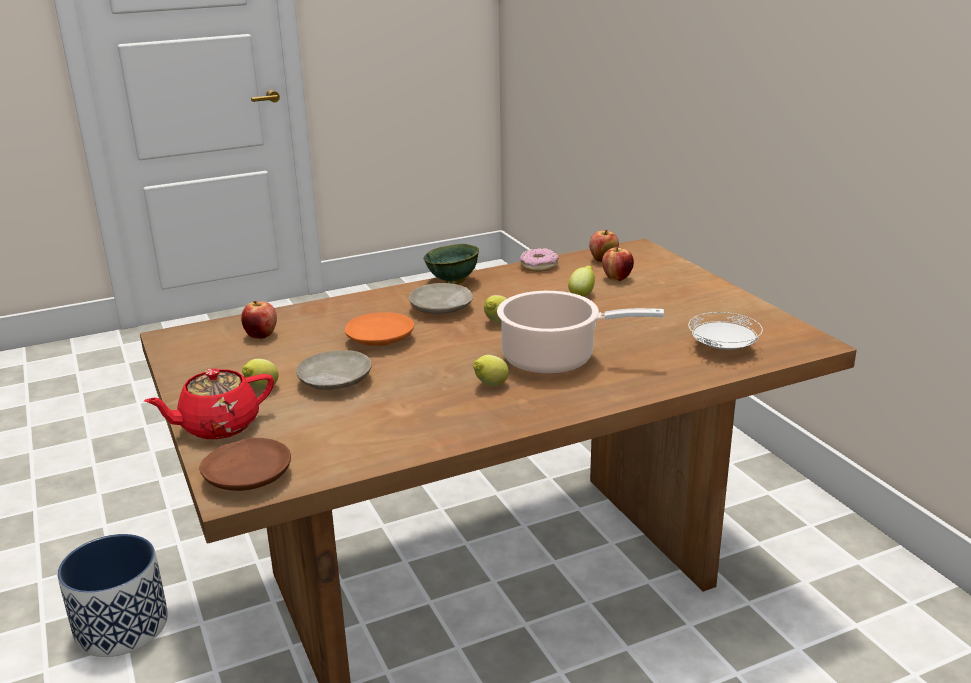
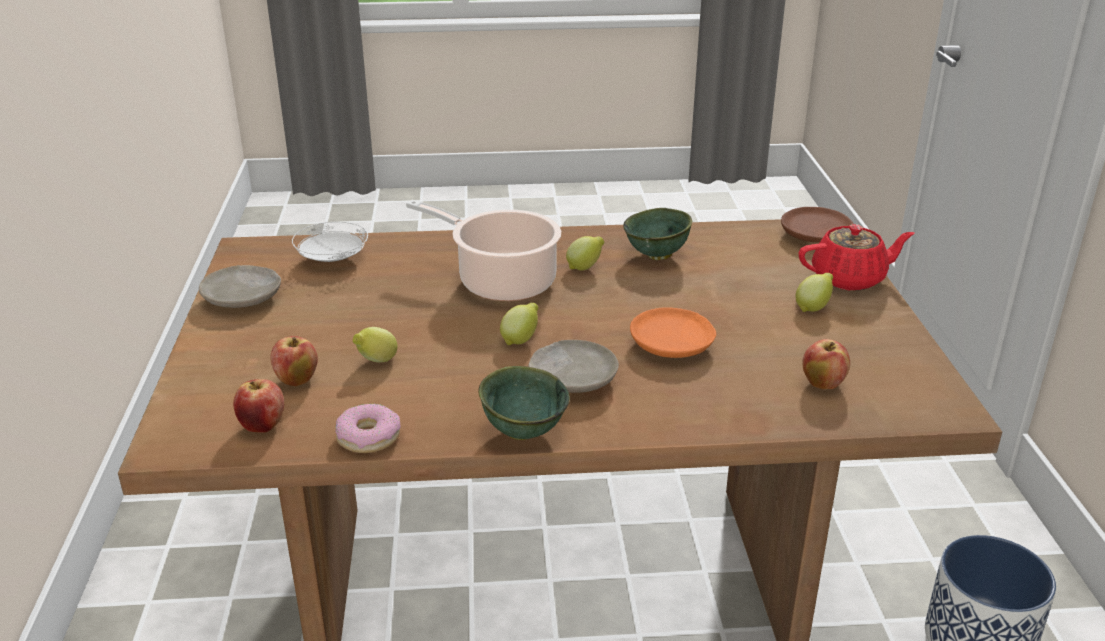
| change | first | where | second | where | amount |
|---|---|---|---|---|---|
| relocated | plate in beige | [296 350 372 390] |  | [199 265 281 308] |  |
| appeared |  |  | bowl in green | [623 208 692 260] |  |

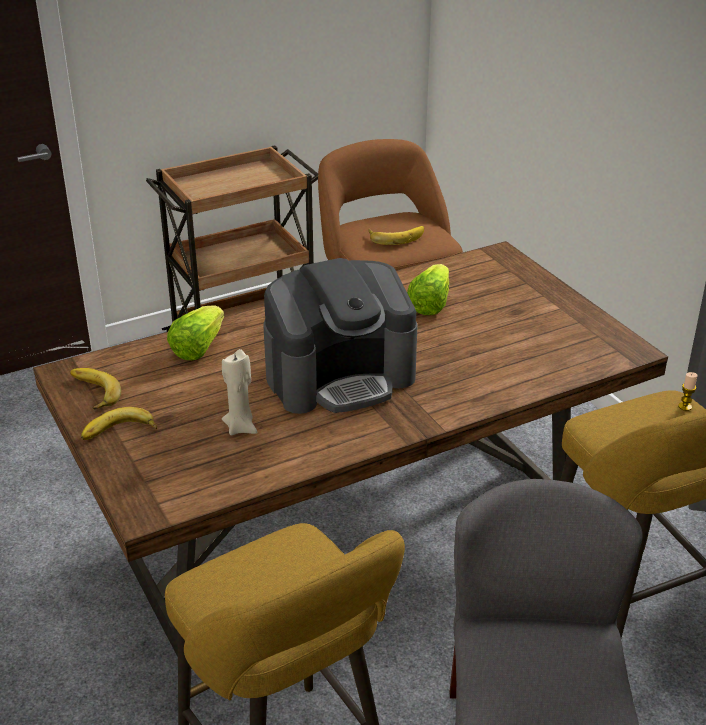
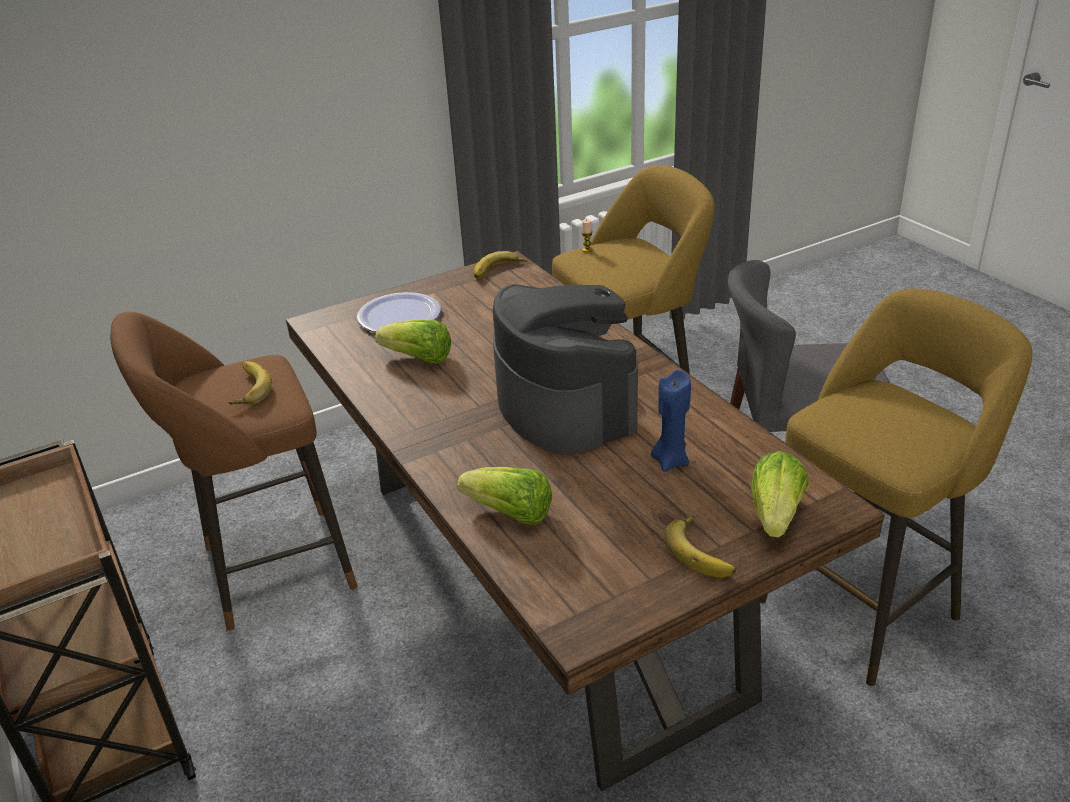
| change | first | where | second | where | amount |
|---|---|---|---|---|---|
| relocated | banana | [70 368 121 410] |  | [473 251 527 278] |  |
| colour | candle in beige | [222 349 257 435] | candle in blue | [651 370 691 472] |  |
| appeared |  |  | plate | [357 292 441 332] |  |
| appeared |  |  | lettuce | [751 451 809 538] |  |

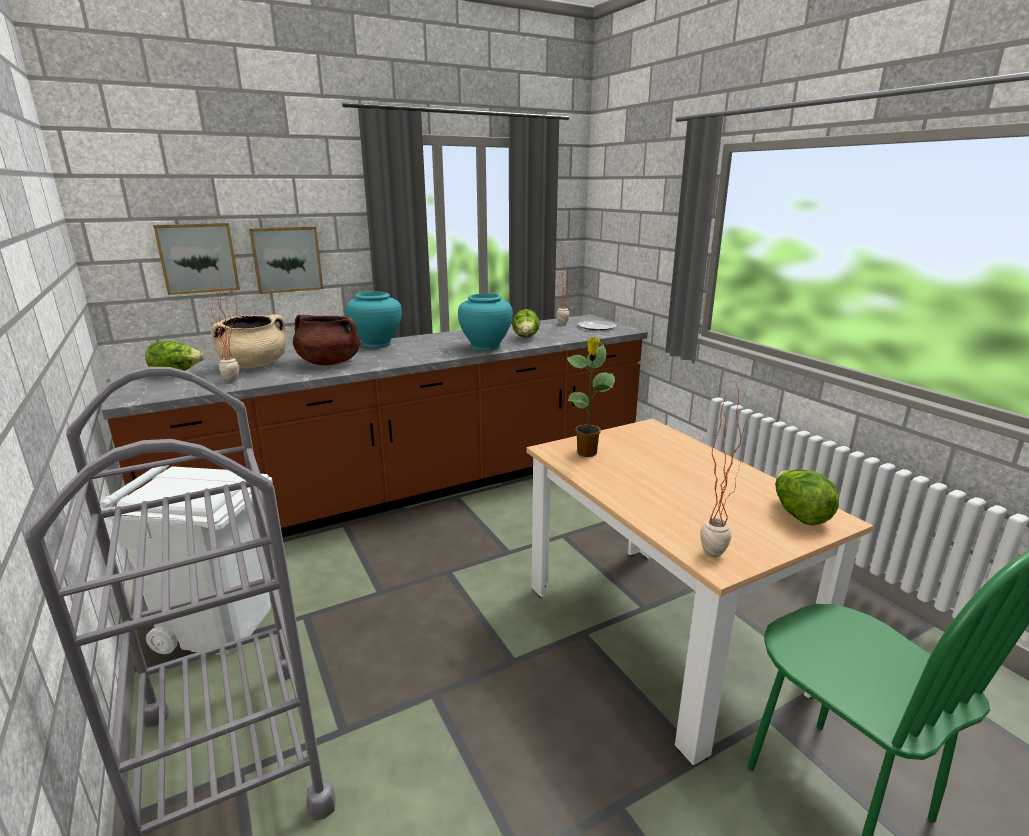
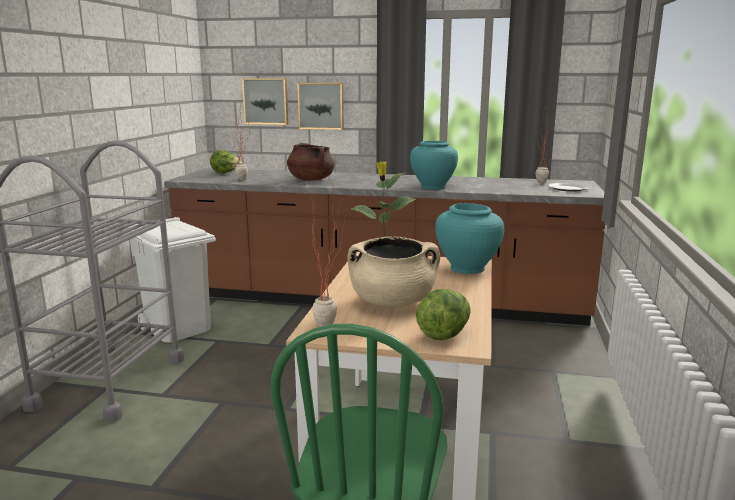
| change | first | where | second | where | amount |
|---|---|---|---|---|---|
| relocated | cooking pot in beige | [211 314 286 368] |  | [347 236 440 307] |  |
| relocated | vase in turquoise | [346 292 402 348] |  | [435 203 504 274] |  |
| missing | lettuce | [512 309 540 338] |  |  |  |

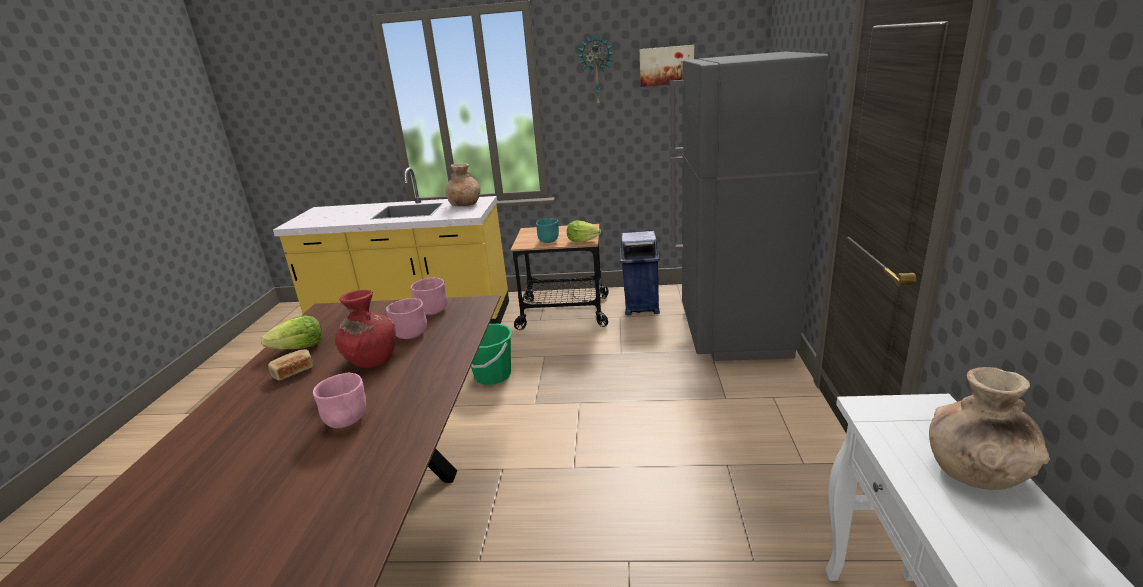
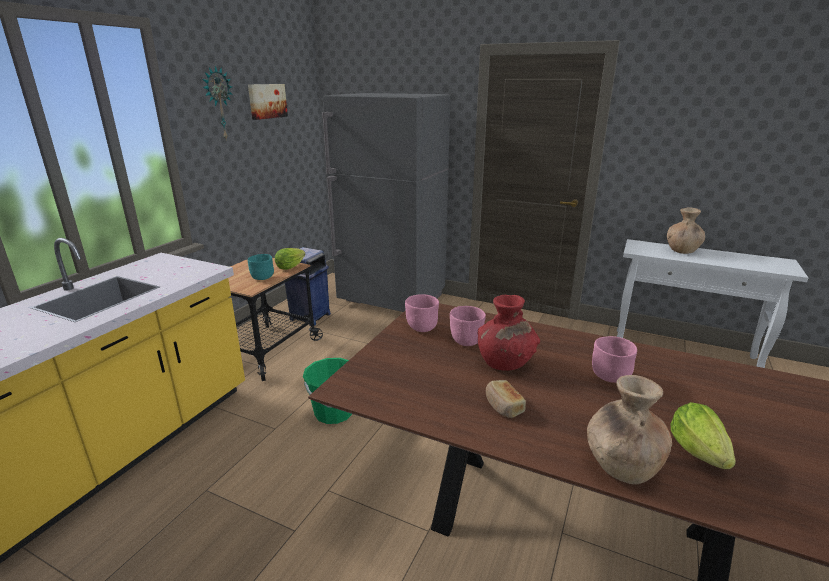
| change | first | where | second | where | amount |
|---|---|---|---|---|---|
| relocated | lettuce | [261 315 322 349] |  | [670 402 736 469] |  |
| relocated | vase in brown | [445 163 480 206] |  | [587 375 672 485] |  |

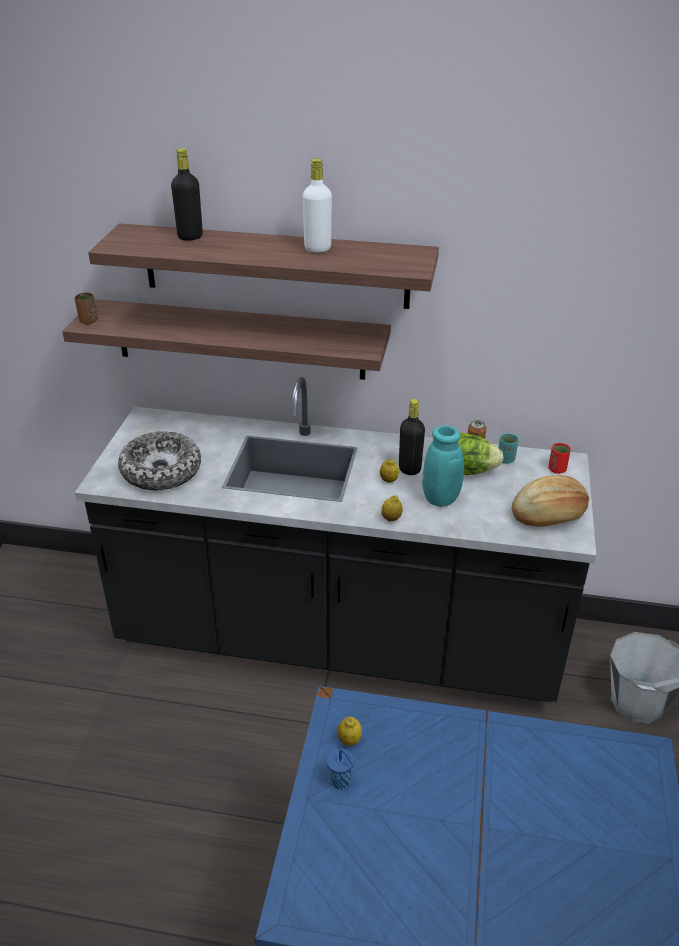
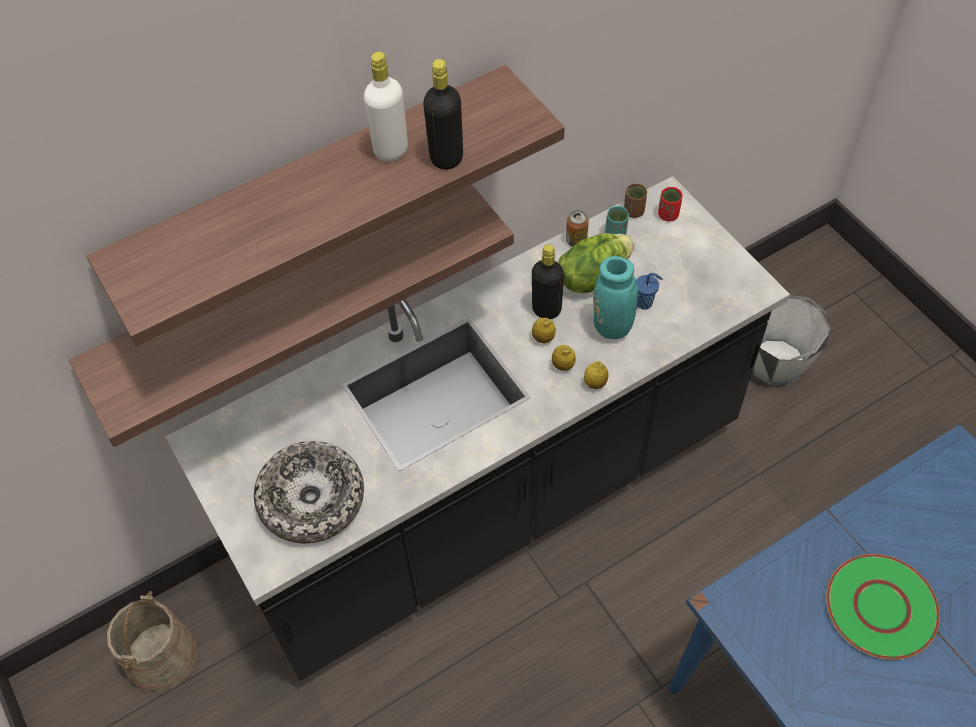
| change | first | where | second | where | amount |
|---|---|---|---|---|---|
| relocated | cup in brown | [74 292 98 324] |  | [624 183 647 218] |  |
| relocated | bottle in black | [171 148 203 241] |  | [423 59 463 170] |  |
| relocated | cup in blue | [327 748 354 789] |  | [636 273 663 310] |  |
| relocated | lemon | [337 716 362 746] |  | [552 345 576 371] |  |
| missing | bread | [511 475 589 527] |  |  |  |
| appeared |  |  | bucket in beige | [107 591 198 693] |  |
| appeared |  |  | plate in green | [826 554 940 660] |  |

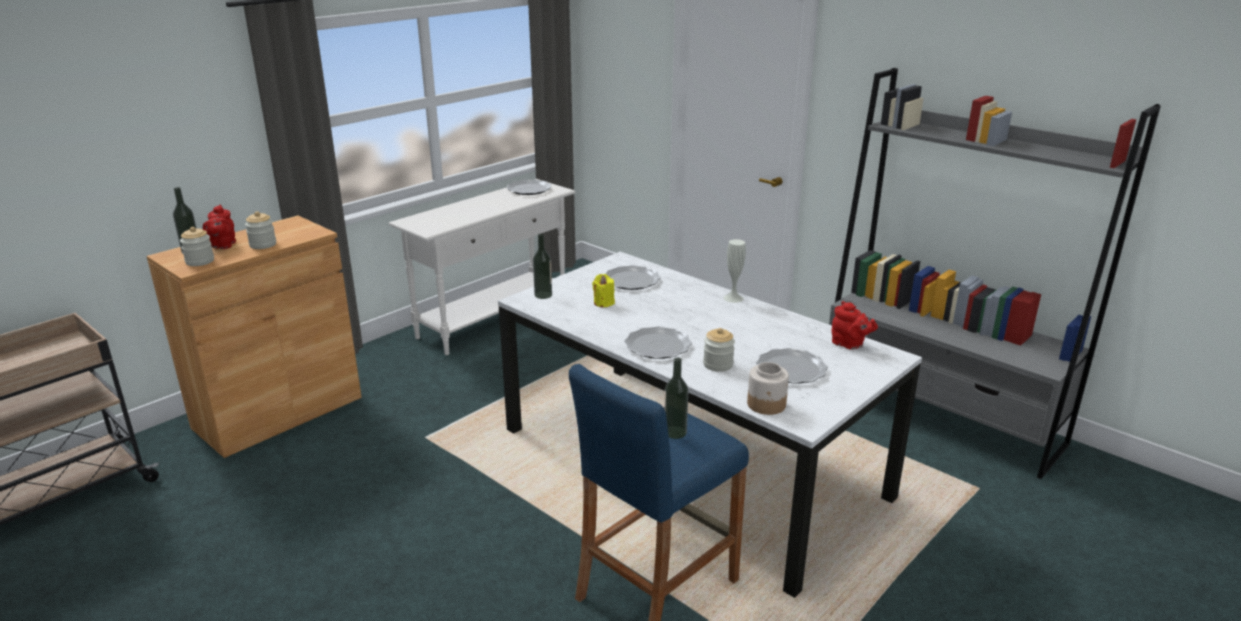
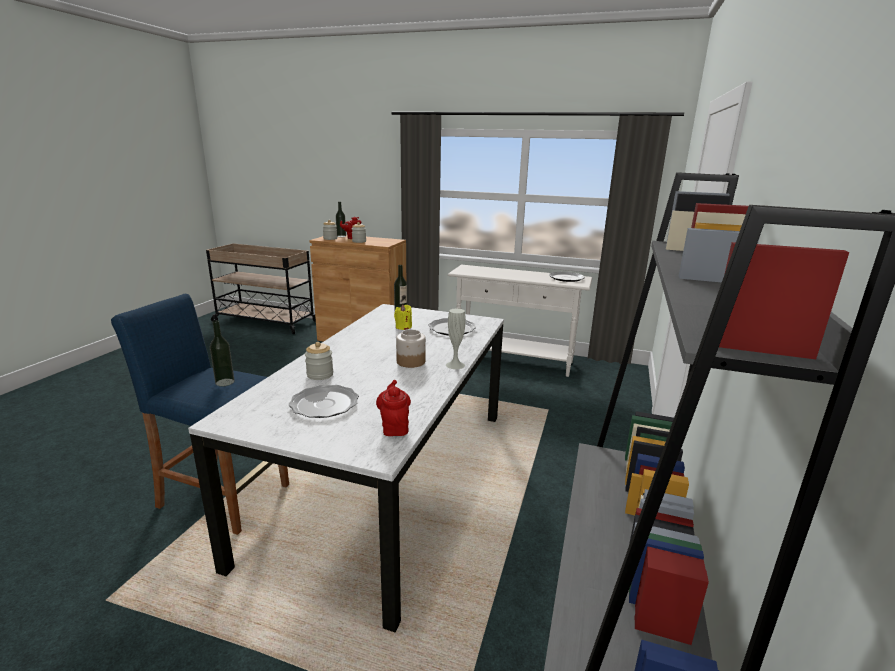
| change | first | where | second | where | amount |
|---|---|---|---|---|---|
| missing | plate | [624 327 692 359] |  |  |  |
| relocated | jar | [747 362 789 415] |  | [396 329 426 368] |  |
| spun | teapot in red | [832 301 878 350] |  | [376 380 411 436] | 150 degrees clockwise |

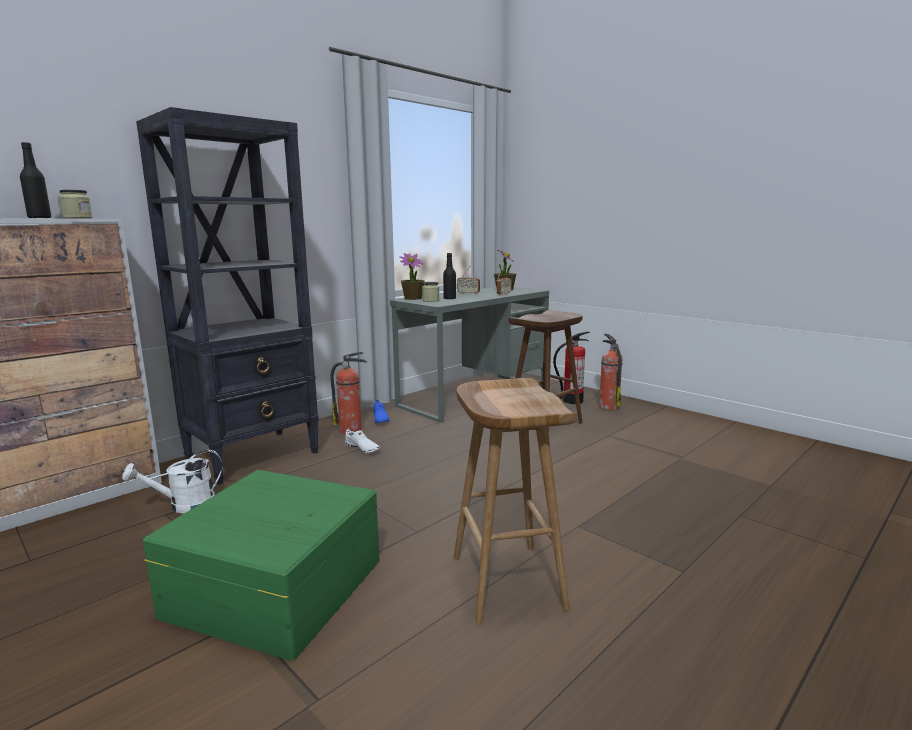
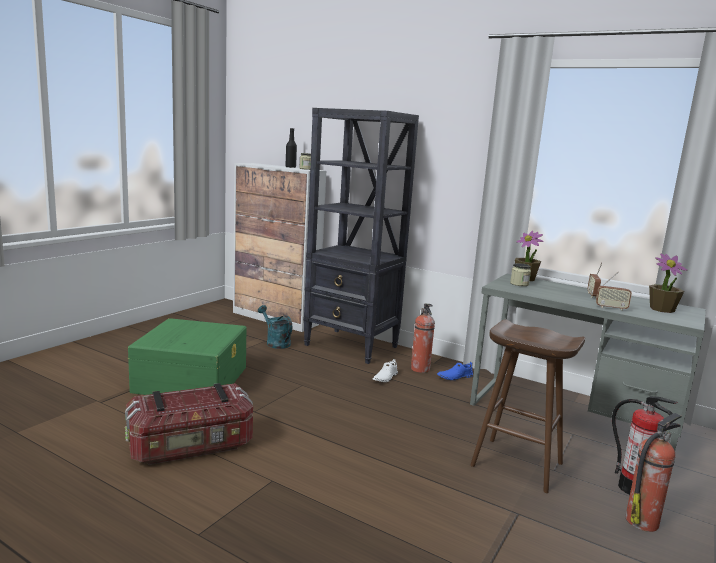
| change | first | where | second | where | amount |
|---|---|---|---|---|---|
| colour | watering can in white | [122 450 222 513] | watering can in turquoise | [258 305 292 349] |  |
| missing | bottle in black | [443 253 456 299] |  |  |  |
| exchanged | stool in brown | [453 378 577 624] | storage box | [125 383 253 465] |  |

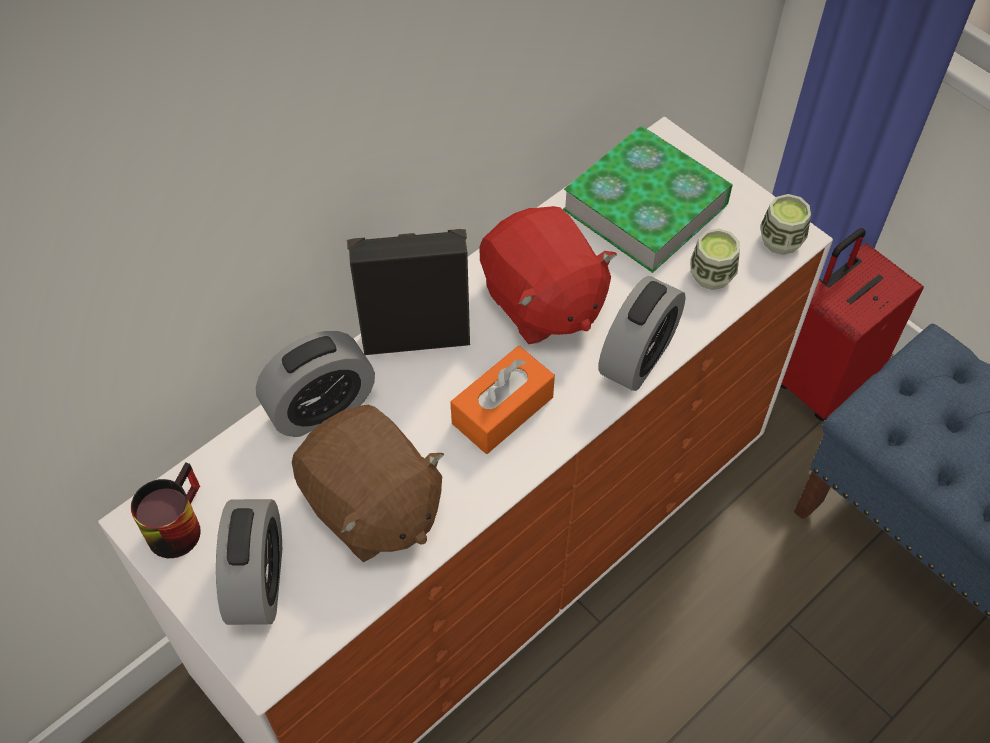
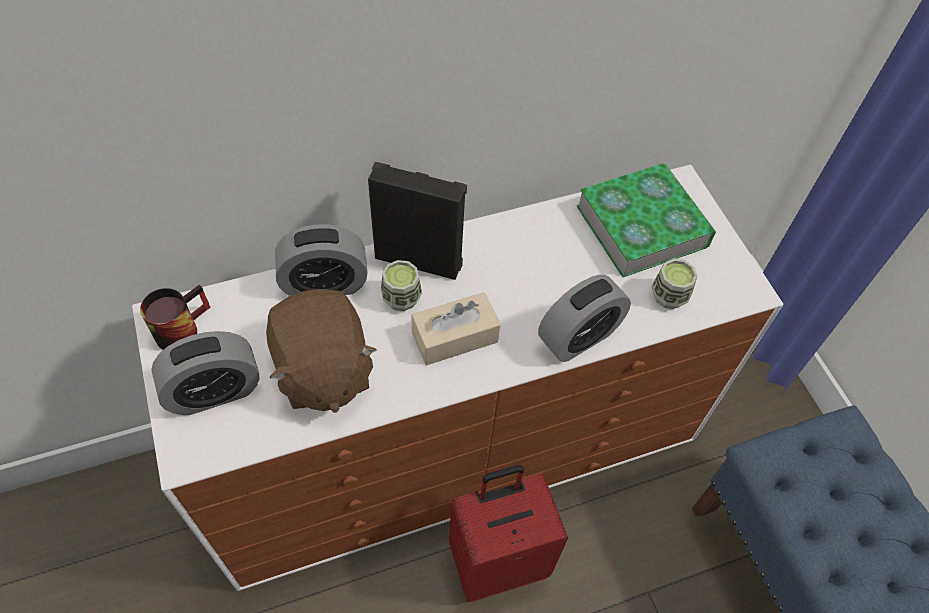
| change | first | where | second | where | amount |
|---|---|---|---|---|---|
| spun | alarm clock | [216 499 282 625] |  | [151 331 260 415] | 45 degrees clockwise |
| colour | tissue box in orange | [451 346 555 454] | tissue box in beige | [411 292 500 365] |  |
| missing | plush toy in red | [479 206 617 344] |  |  |  |
| relocated | cup | [760 194 811 255] |  | [381 260 422 311] |  |
| relocated | suitcase in red | [781 228 924 421] |  | [449 465 568 602] |  |

